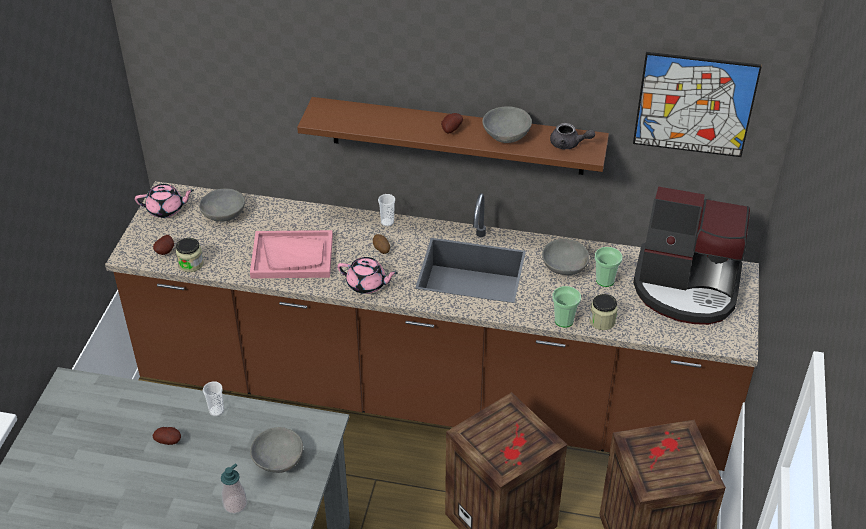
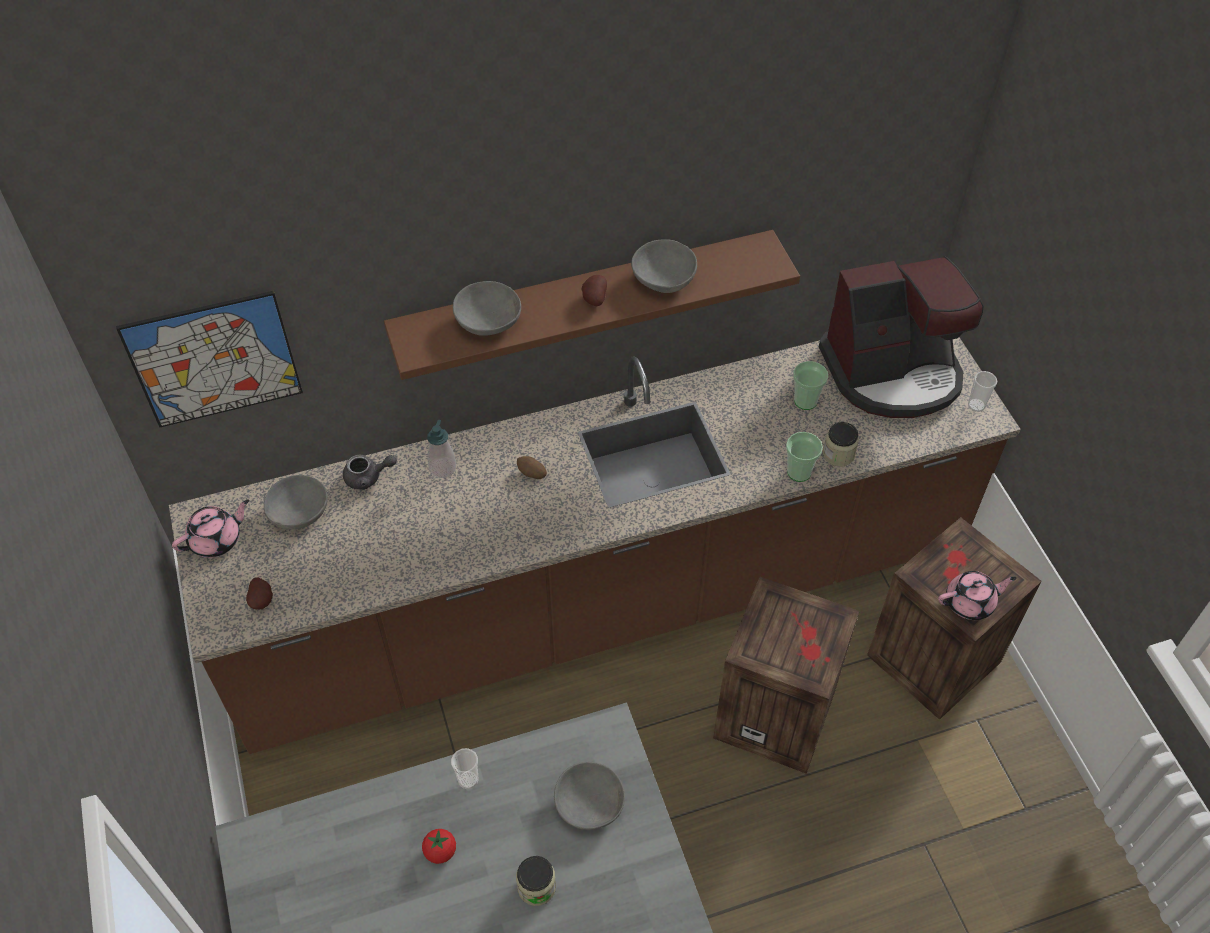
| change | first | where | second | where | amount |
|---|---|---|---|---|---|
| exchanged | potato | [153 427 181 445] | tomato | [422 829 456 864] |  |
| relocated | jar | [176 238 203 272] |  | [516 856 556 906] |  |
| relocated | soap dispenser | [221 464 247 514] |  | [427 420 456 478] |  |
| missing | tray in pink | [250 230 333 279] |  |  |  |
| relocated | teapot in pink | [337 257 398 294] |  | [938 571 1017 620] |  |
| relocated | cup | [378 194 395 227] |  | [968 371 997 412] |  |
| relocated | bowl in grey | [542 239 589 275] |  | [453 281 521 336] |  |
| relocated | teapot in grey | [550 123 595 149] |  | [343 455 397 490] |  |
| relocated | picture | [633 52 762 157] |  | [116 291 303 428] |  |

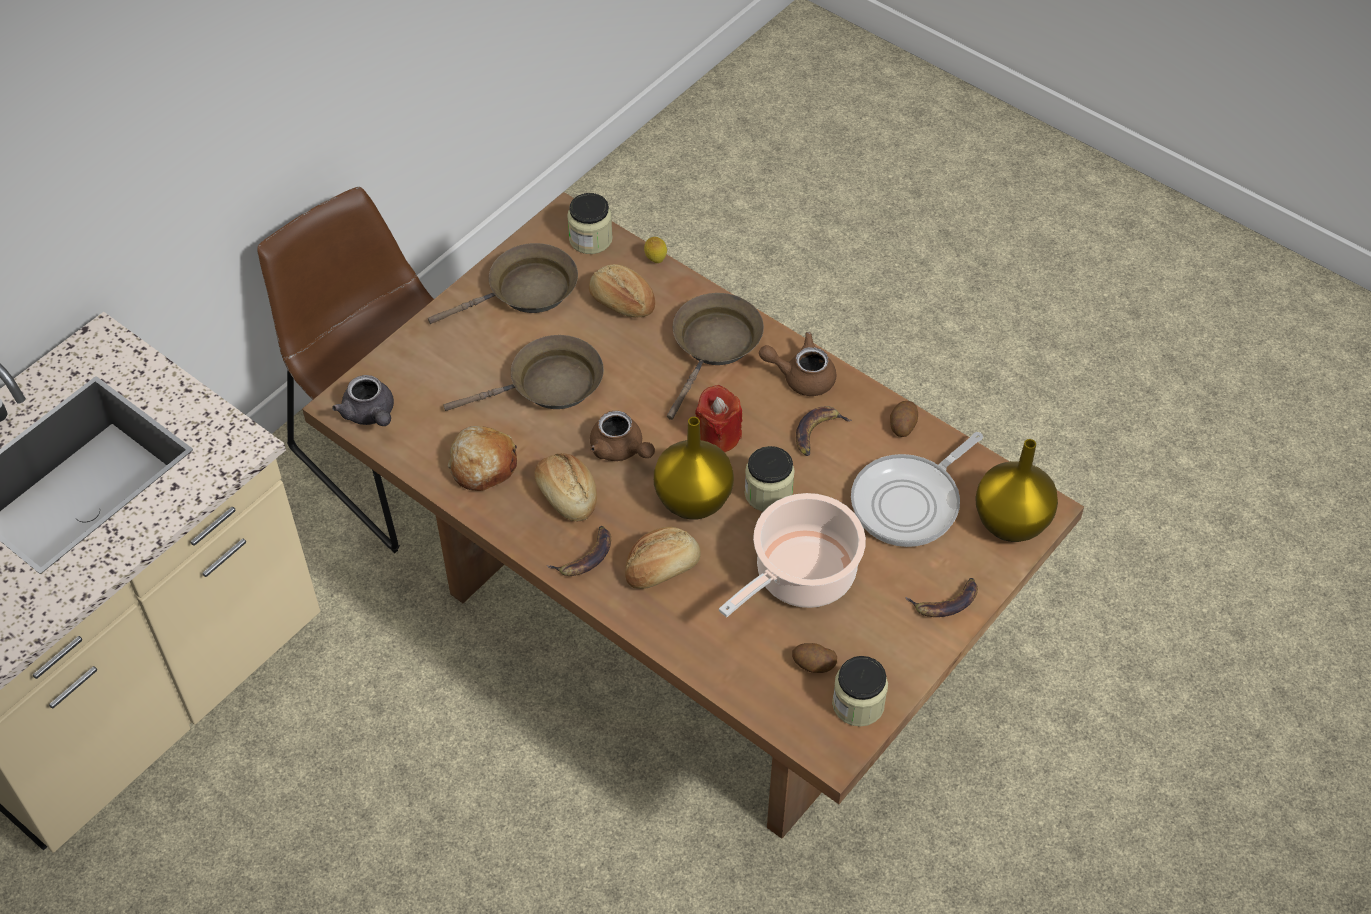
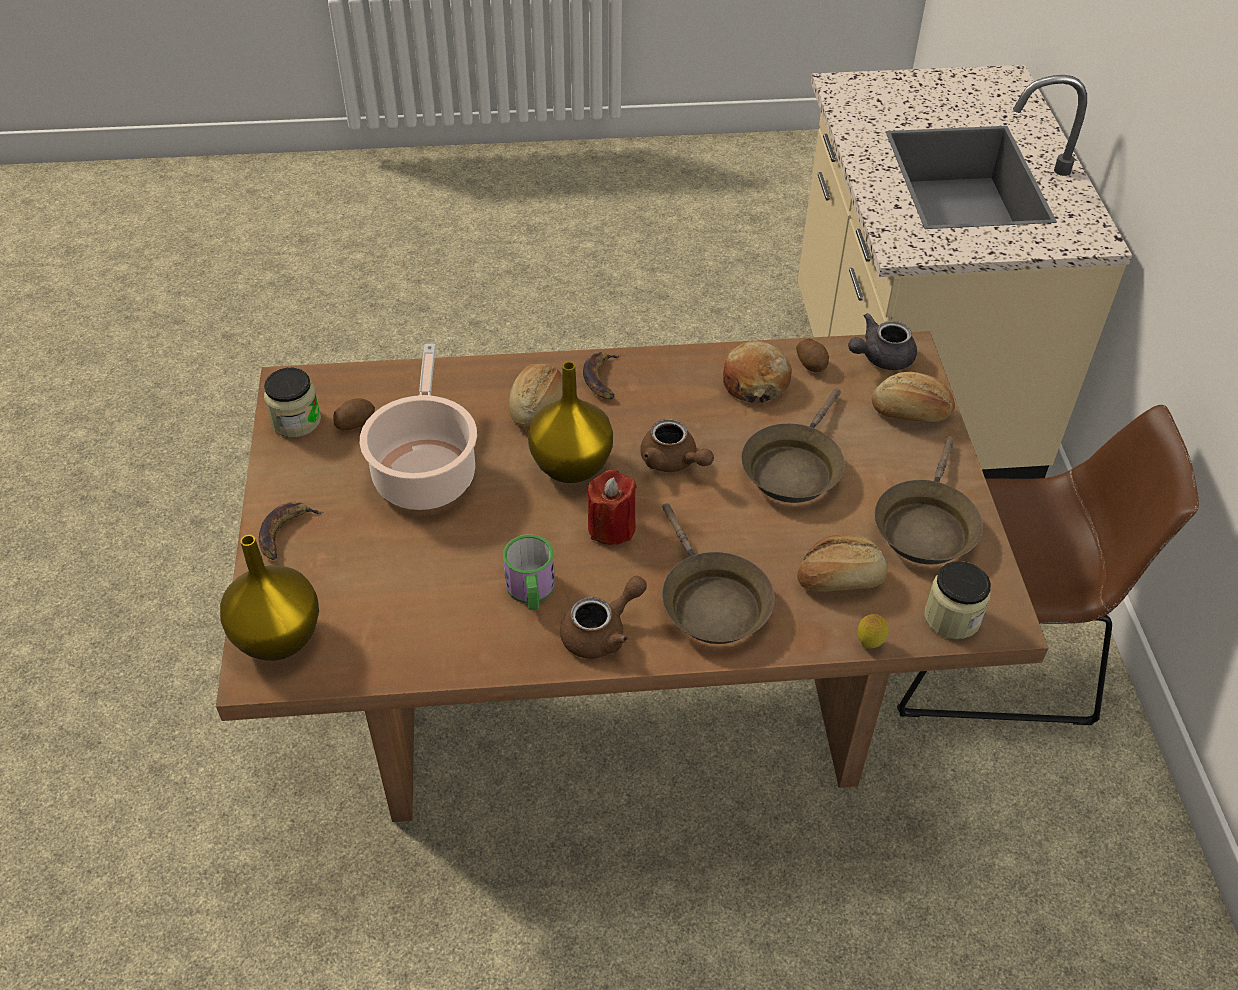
| change | first | where | second | where | amount |
|---|---|---|---|---|---|
| spun | teapot in grey | [332 375 394 426] |  | [848 313 917 370] | 45 degrees counterclockwise |
| relocated | bread | [535 453 597 521] |  | [872 372 955 422] |  |
| spun | teapot in brown | [590 411 655 461] |  | [640 419 714 472] | 135 degrees counterclockwise |
| missing | jar | [744 446 795 512] |  |  |  |
| exchanged | banana | [796 406 852 456] | mug | [503 535 555 610] |  |
| missing | frying pan | [851 432 983 547] |  |  |  |
| relocated | potato | [890 401 918 437] |  | [796 339 829 372] |  |

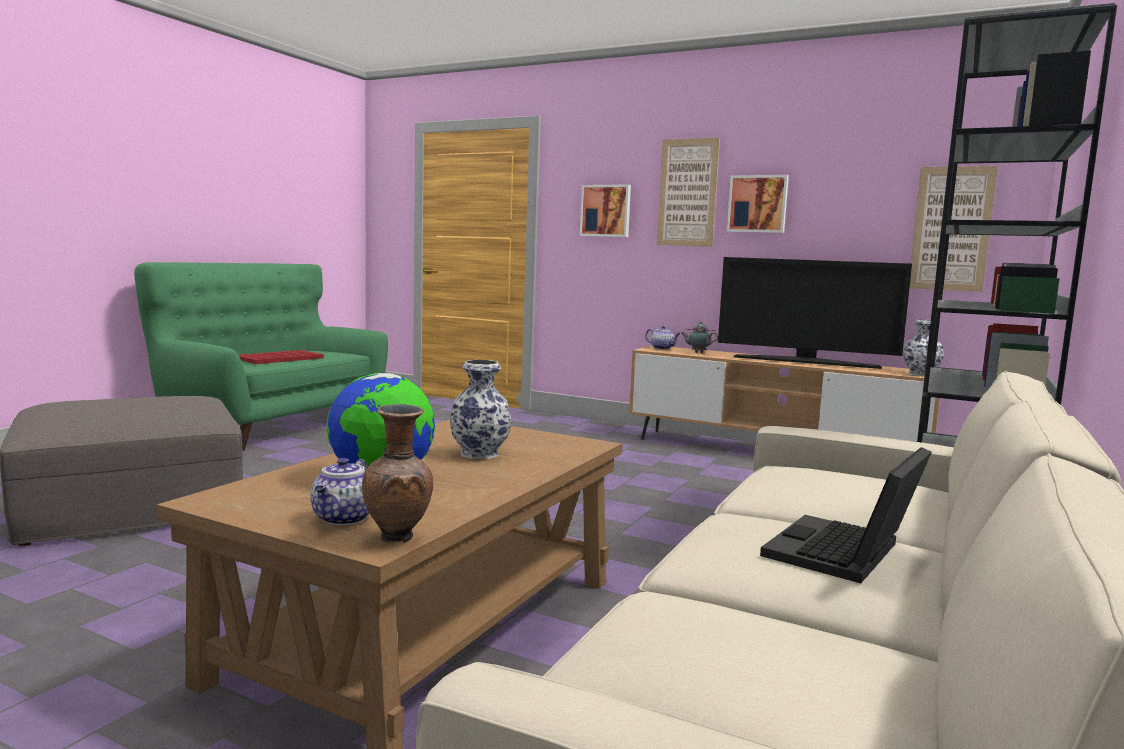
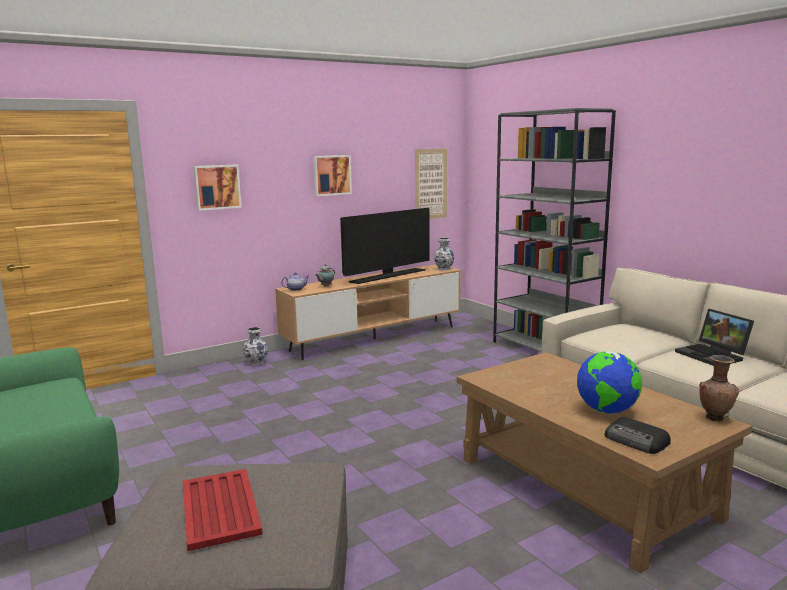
| change | first | where | second | where | amount |
|---|---|---|---|---|---|
| relocated | tray in red | [239 350 324 364] |  | [183 469 263 551] |  |
| missing | teapot | [310 458 369 525] |  |  |  |
| relocated | vase | [450 360 512 459] |  | [243 327 268 365] |  |
| missing | picture | [657 137 720 247] |  |  |  |
| appeared |  |  | radio | [605 417 670 454] |  |

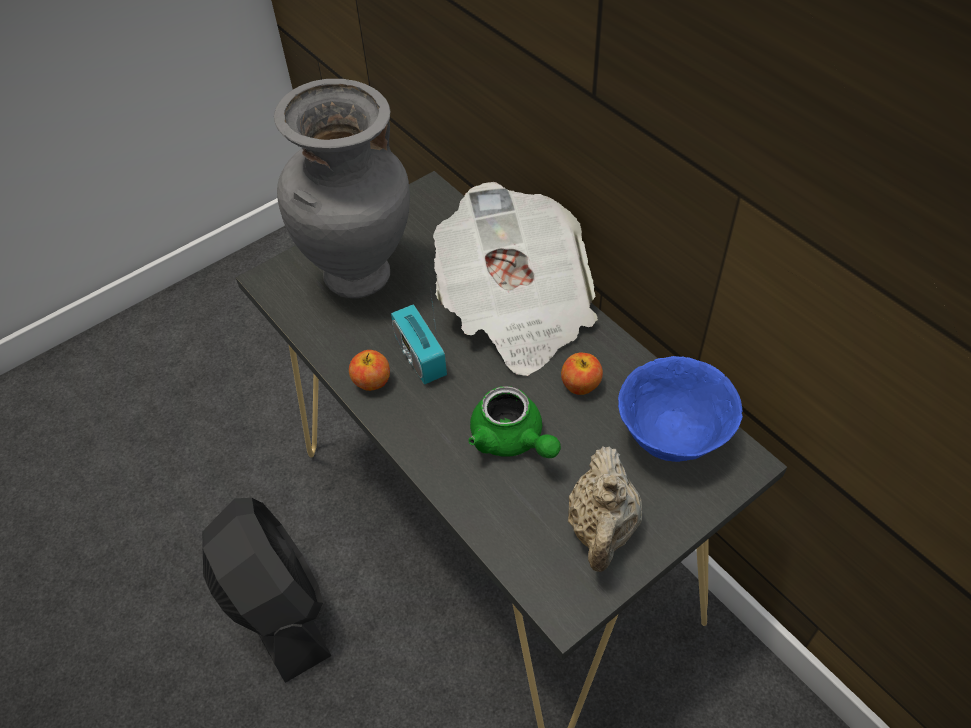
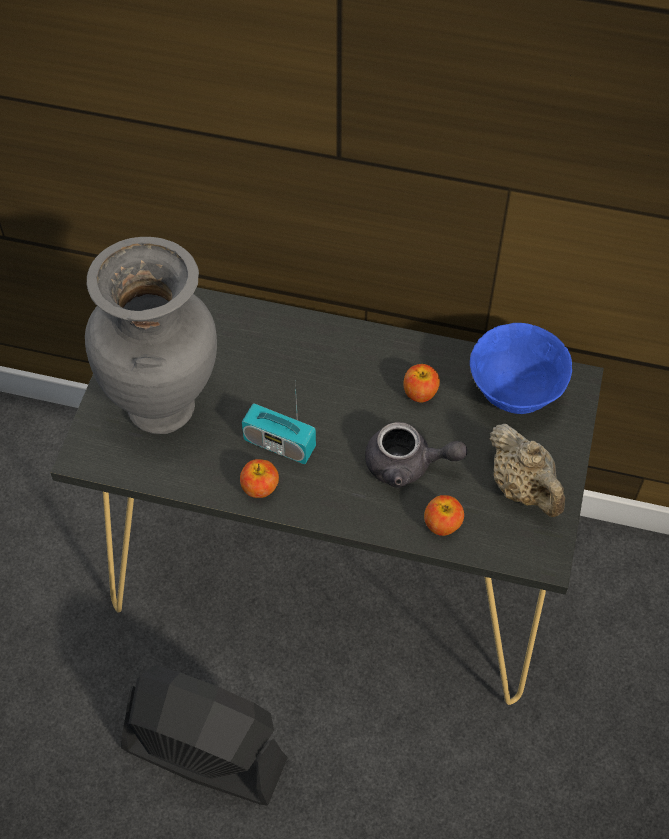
| change | first | where | second | where | amount |
|---|---|---|---|---|---|
| missing | newspaper | [433 182 598 376] |  |  |  |
| colour | teapot in green | [468 386 561 458] | teapot in grey | [365 422 467 488] |  |
| appeared |  |  | apple | [424 495 464 536] |  |

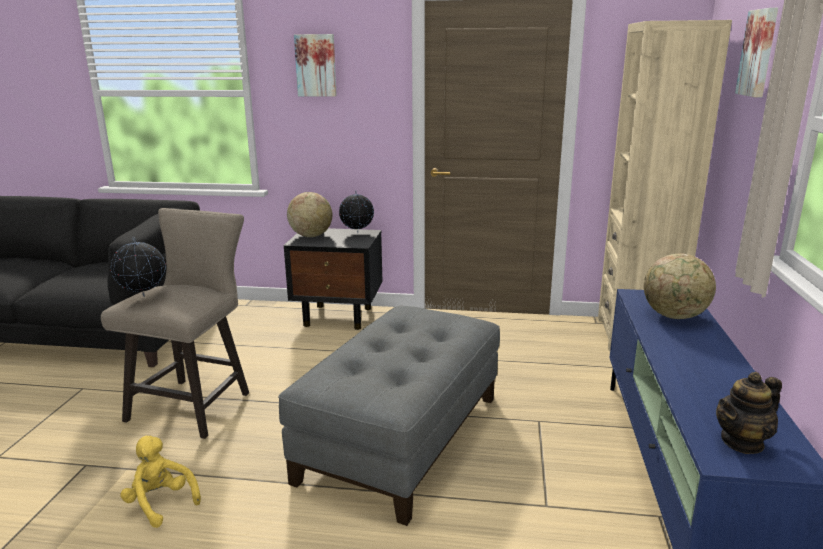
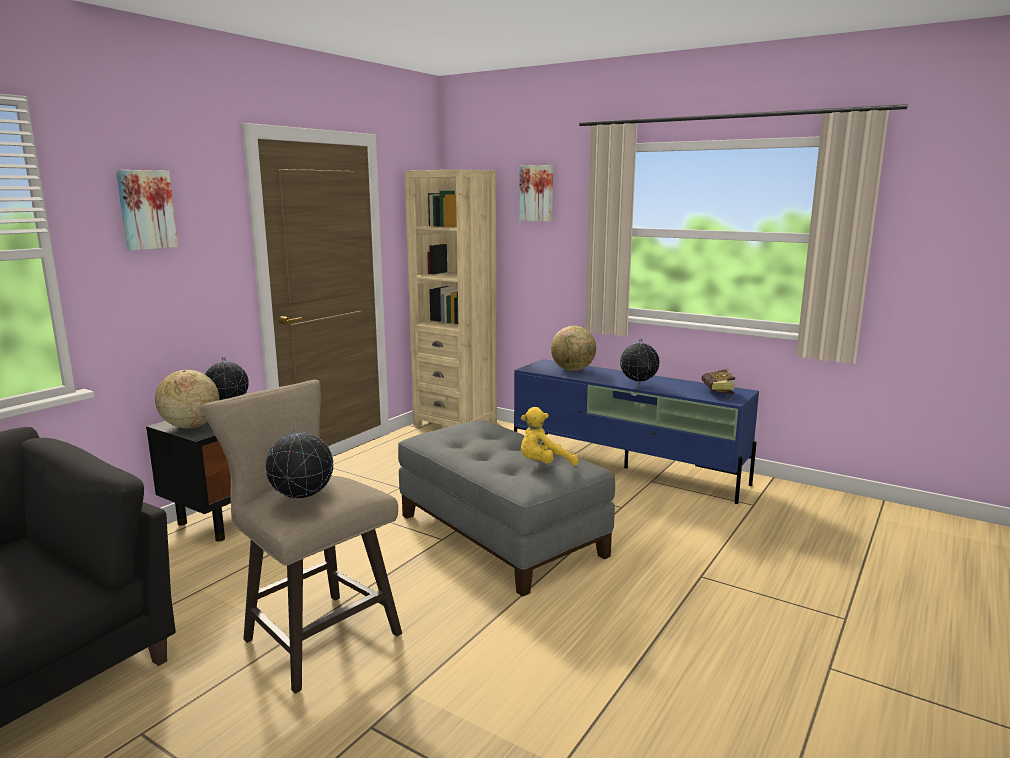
| change | first | where | second | where | amount |
|---|---|---|---|---|---|
| relocated | plush toy in yellow | [120 435 201 528] |  | [521 407 579 466] |  |
| exchanged | teapot | [716 372 782 454] | book | [702 369 735 400] |  |
| appeared |  |  | globe | [620 339 660 386] |  |

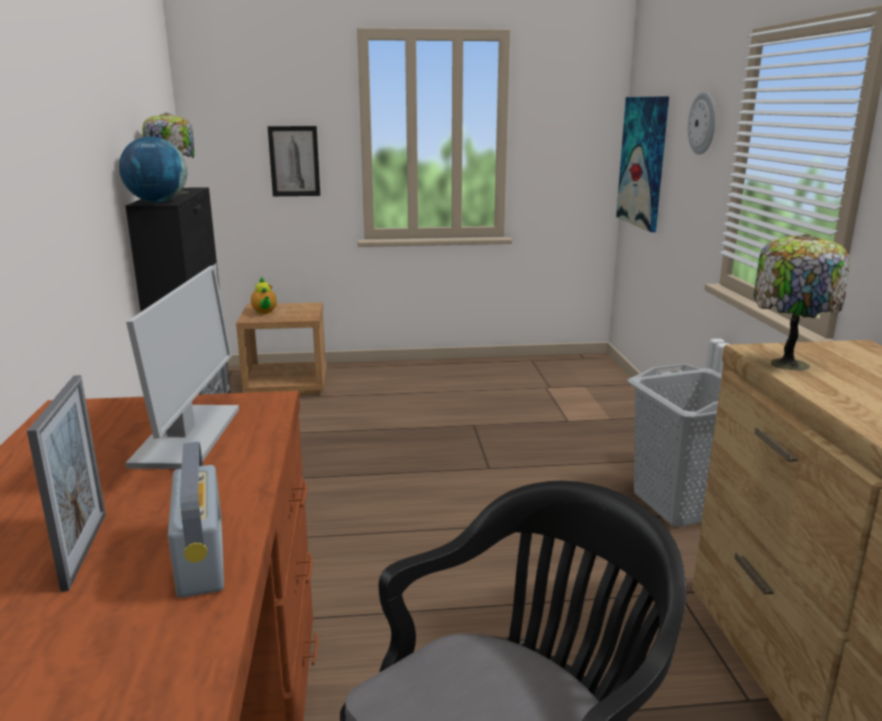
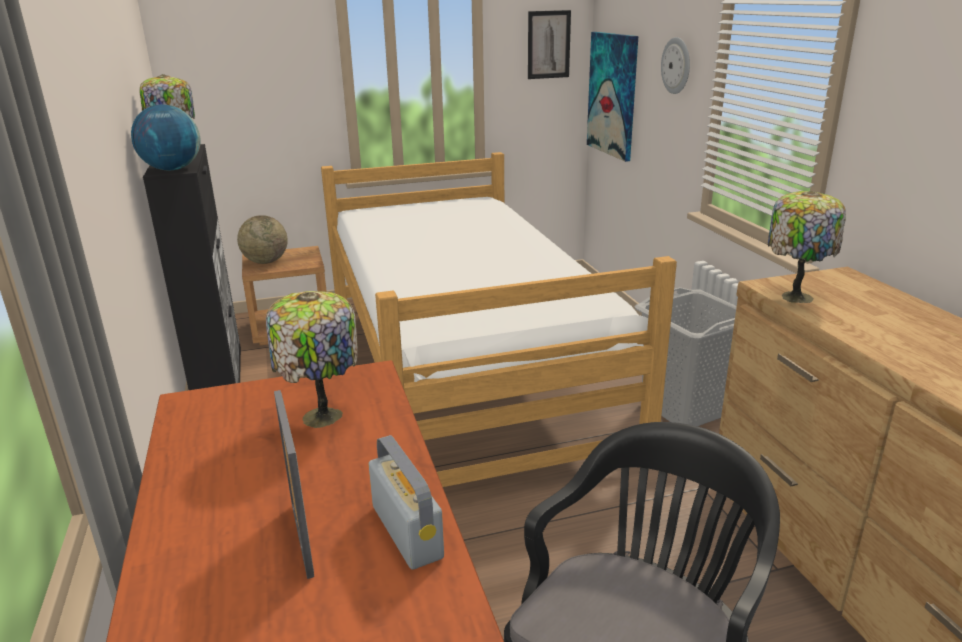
| change | first | where | second | where | amount |
|---|---|---|---|---|---|
| exchanged | monitor | [125 265 239 469] | table lamp | [266 291 358 428] |  |
| exchanged | teapot | [251 277 277 314] | globe | [237 215 288 264] |  |
| relocated | picture | [268 126 320 196] |  | [528 10 571 79] |  |
| appeared |  |  | bed | [321 152 677 487] |  |

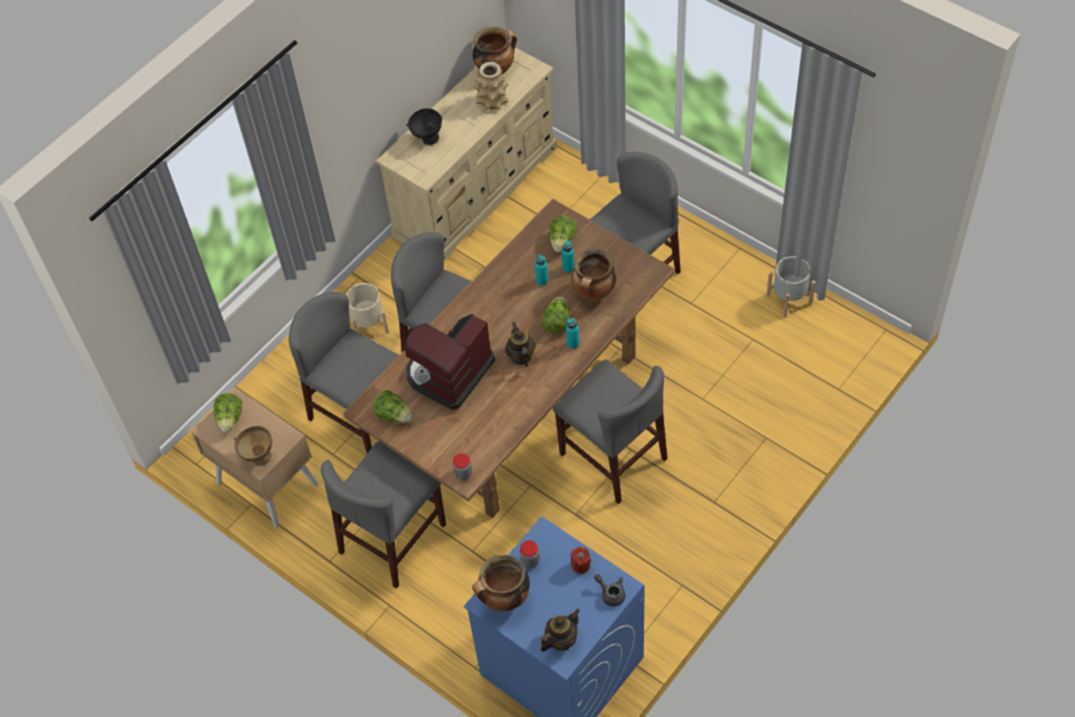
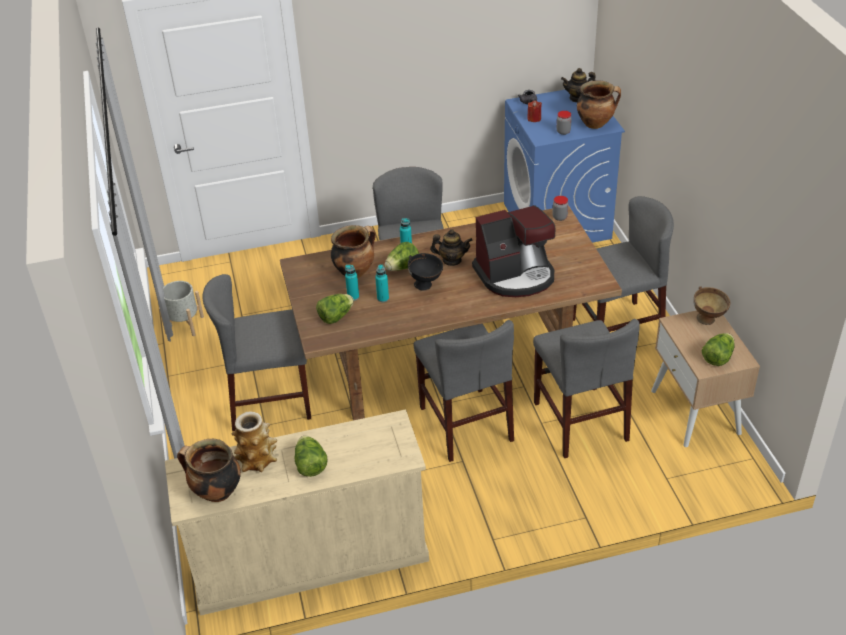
| change | first | where | second | where | amount |
|---|---|---|---|---|---|
| missing | planter in beige | [346 283 389 334] |  |  |  |
| relocated | lettuce | [373 390 412 423] |  | [295 435 327 477] |  |
| relocated | bowl in black | [406 108 442 145] |  | [408 253 443 291] |  |
| spun | teapot | [505 322 536 367] |  | [430 229 473 266] | 105 degrees counterclockwise |

